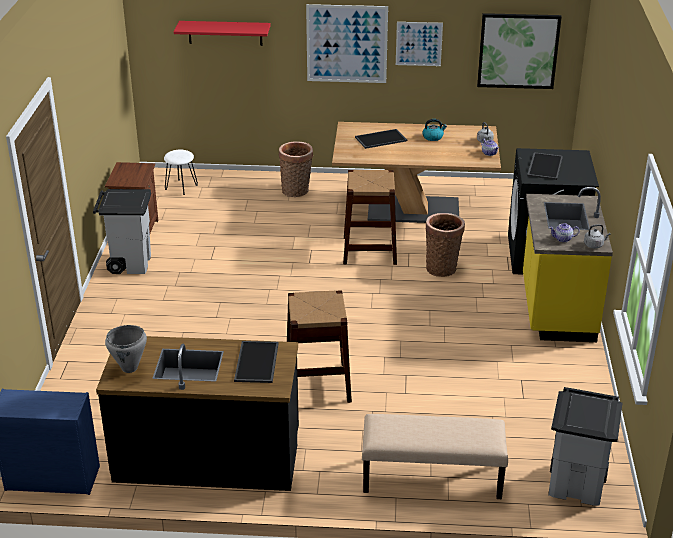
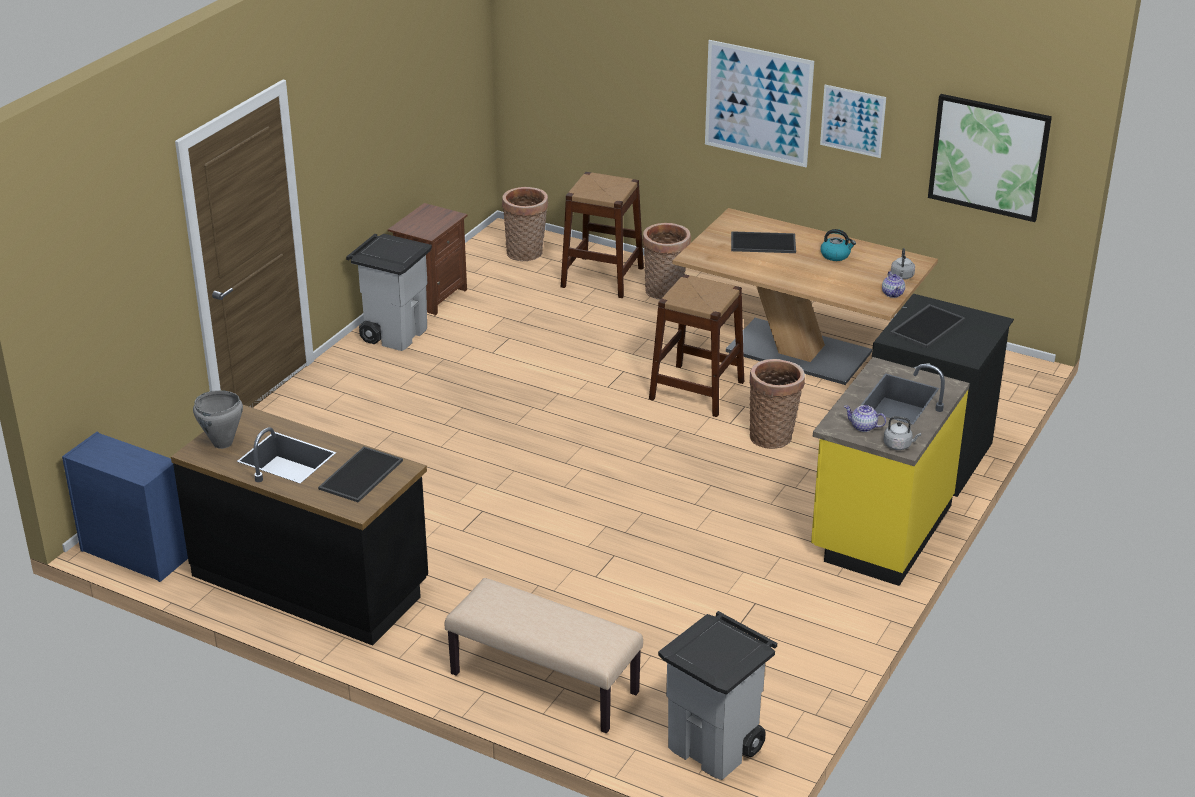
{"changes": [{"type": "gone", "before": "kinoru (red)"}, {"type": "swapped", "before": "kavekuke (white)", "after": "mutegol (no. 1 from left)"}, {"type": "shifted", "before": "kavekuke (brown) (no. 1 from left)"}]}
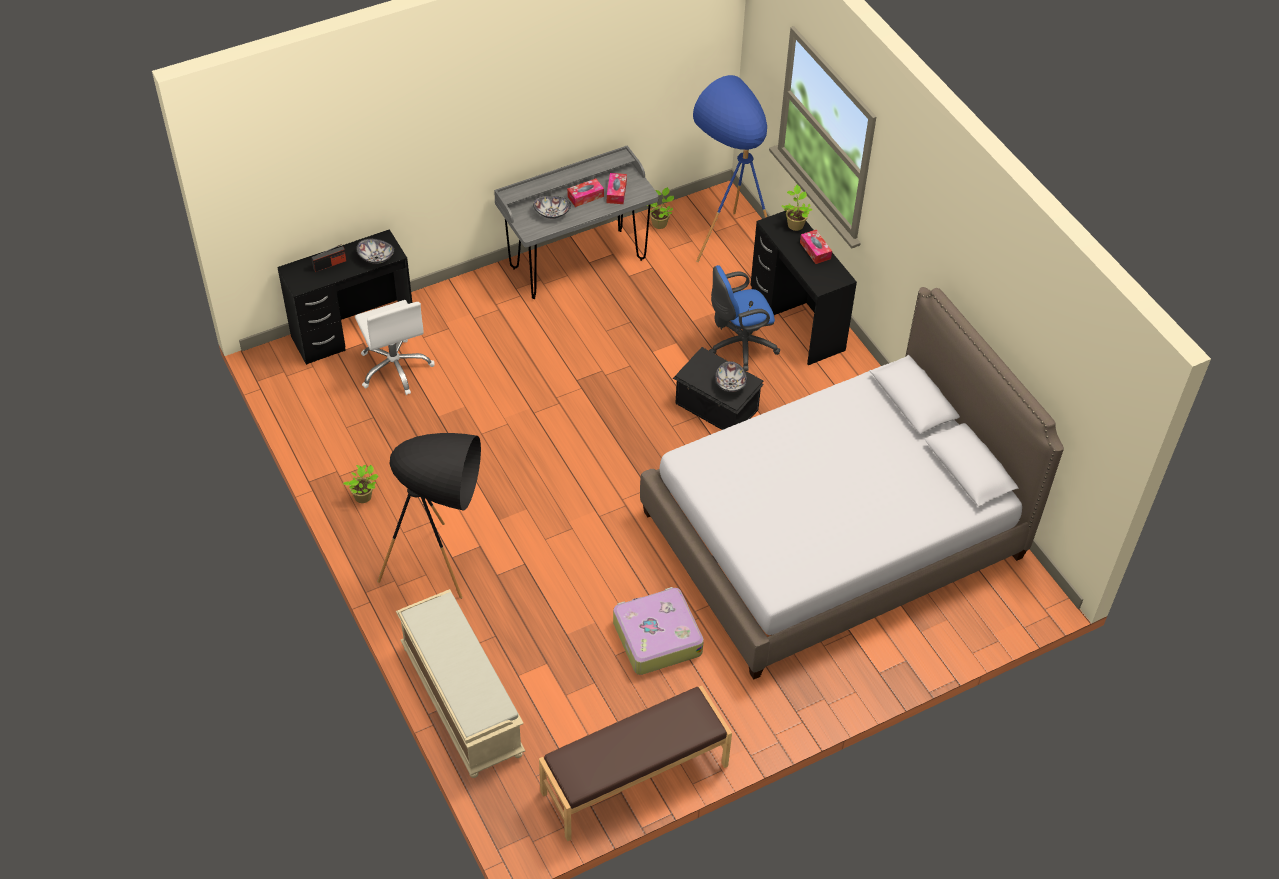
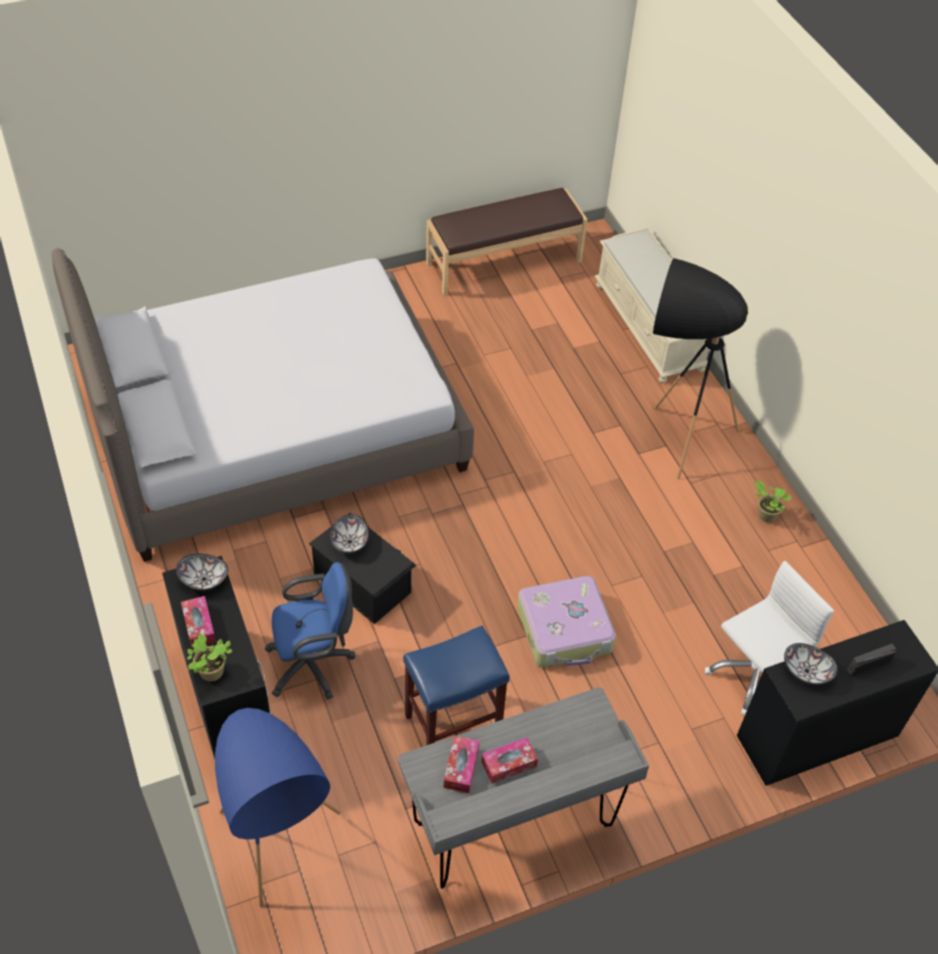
{"changes": [{"type": "gone", "before": "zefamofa (no. 2 from left)"}, {"type": "shifted", "before": "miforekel (no. 2 from left in the first image)", "after": "miforekel (no. 1 from left)"}, {"type": "rotated", "before": "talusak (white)", "turn": 75}, {"type": "shifted", "before": "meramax"}, {"type": "new", "after": "kavekuke (blue)"}]}
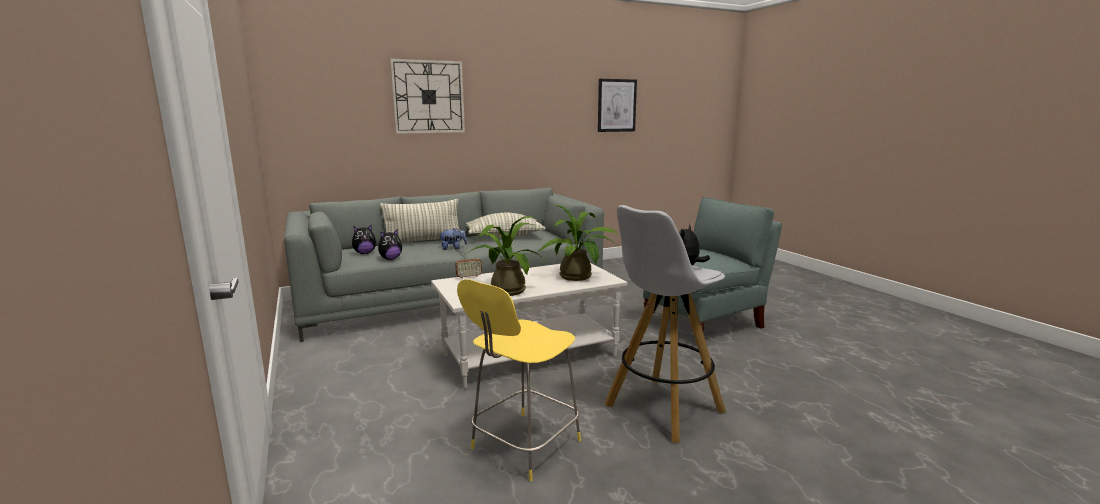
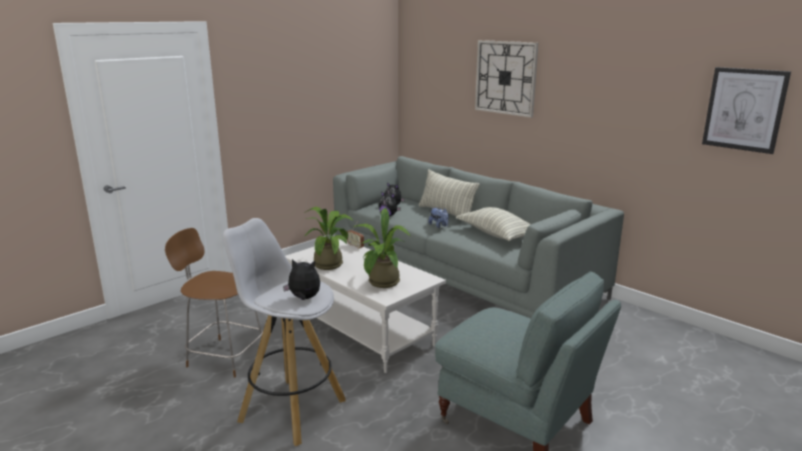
{"changes": [{"type": "repainted", "before": "kavekuke (yellow)", "after": "kavekuke (brown)"}]}
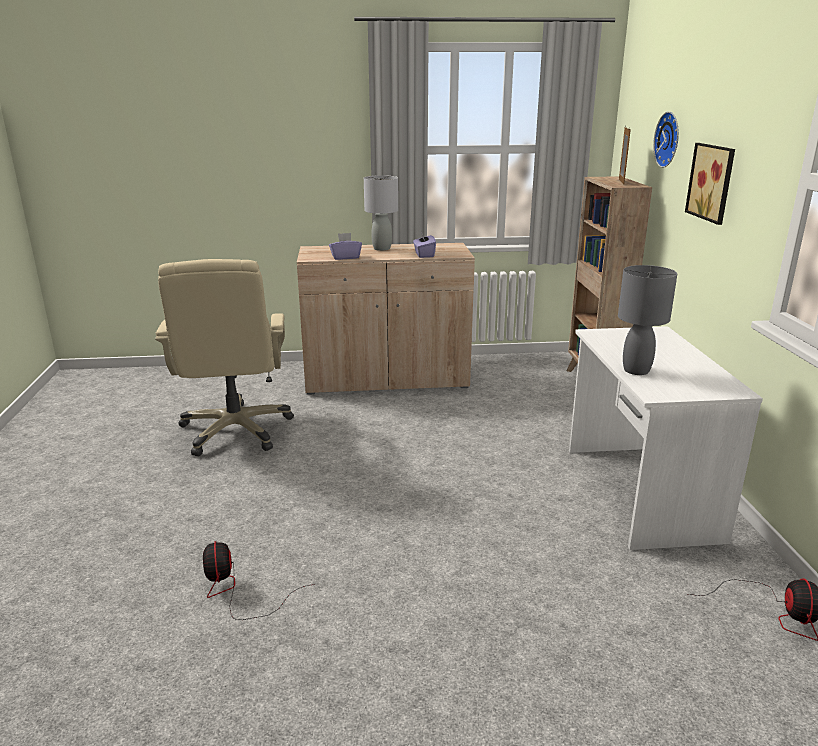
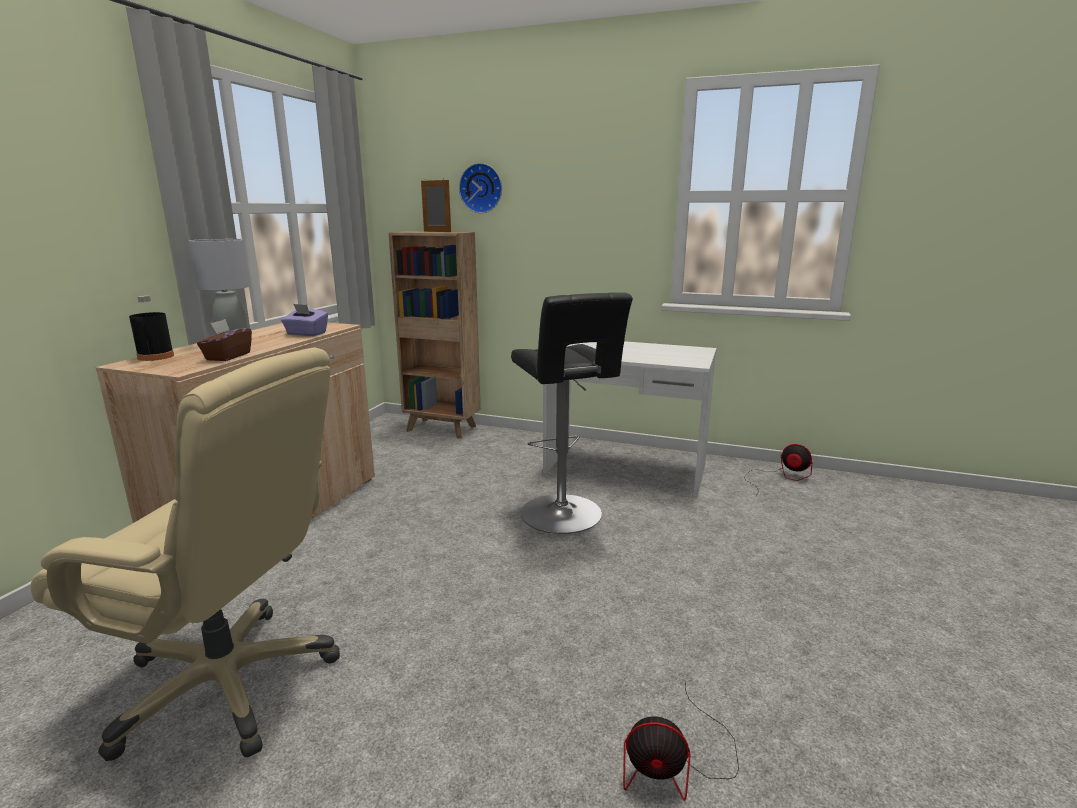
{"changes": [{"type": "gone", "before": "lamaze"}, {"type": "repainted", "before": "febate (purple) (no. 1 from left)", "after": "febate (brown)"}, {"type": "gone", "before": "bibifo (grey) (no. 2 from left)"}, {"type": "new", "after": "kavekuke (black)"}, {"type": "new", "after": "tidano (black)"}]}
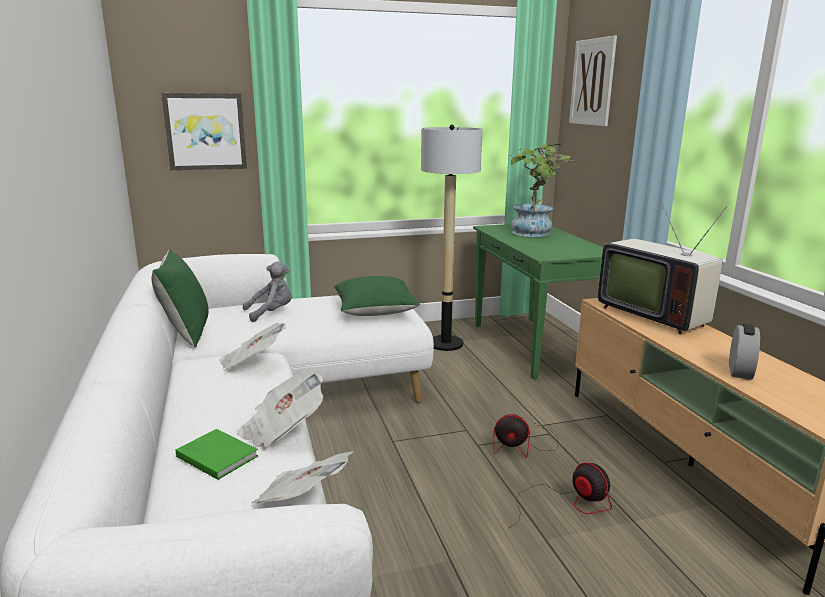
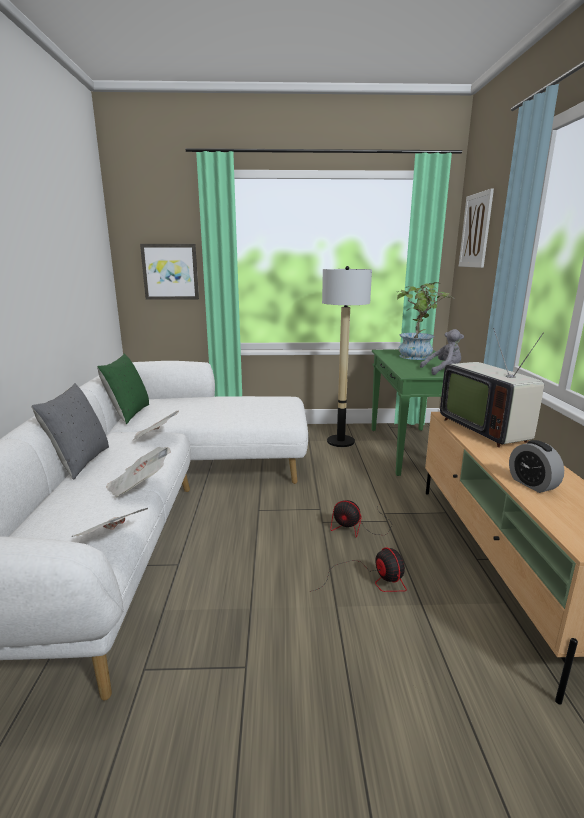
{"changes": [{"type": "shifted", "before": "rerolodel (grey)"}, {"type": "gone", "before": "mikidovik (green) (no. 2 from left)"}, {"type": "rotated", "before": "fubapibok", "turn": 120}, {"type": "gone", "before": "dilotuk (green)"}, {"type": "new", "after": "mikidovik (grey)"}]}
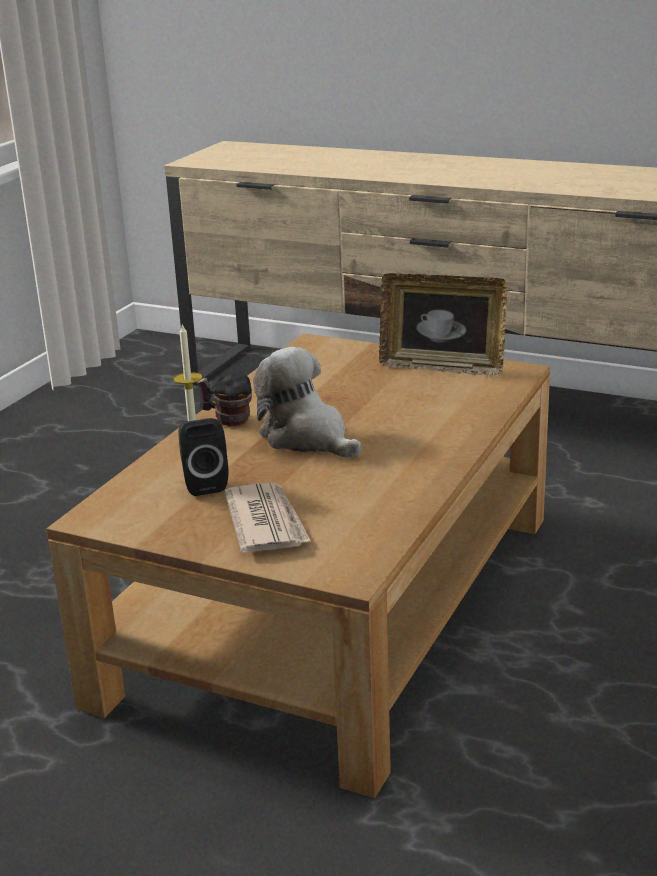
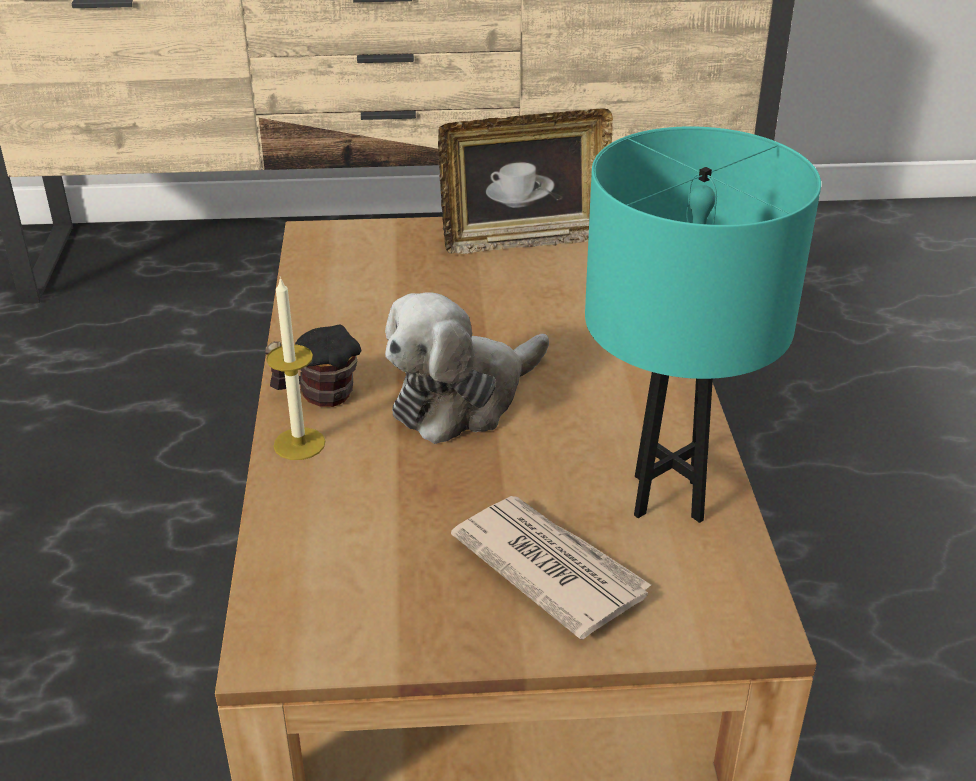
{"changes": [{"type": "rotated", "before": "rerolodel", "turn": -60}, {"type": "gone", "before": "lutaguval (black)"}, {"type": "new", "after": "bibifo (turquoise)"}]}
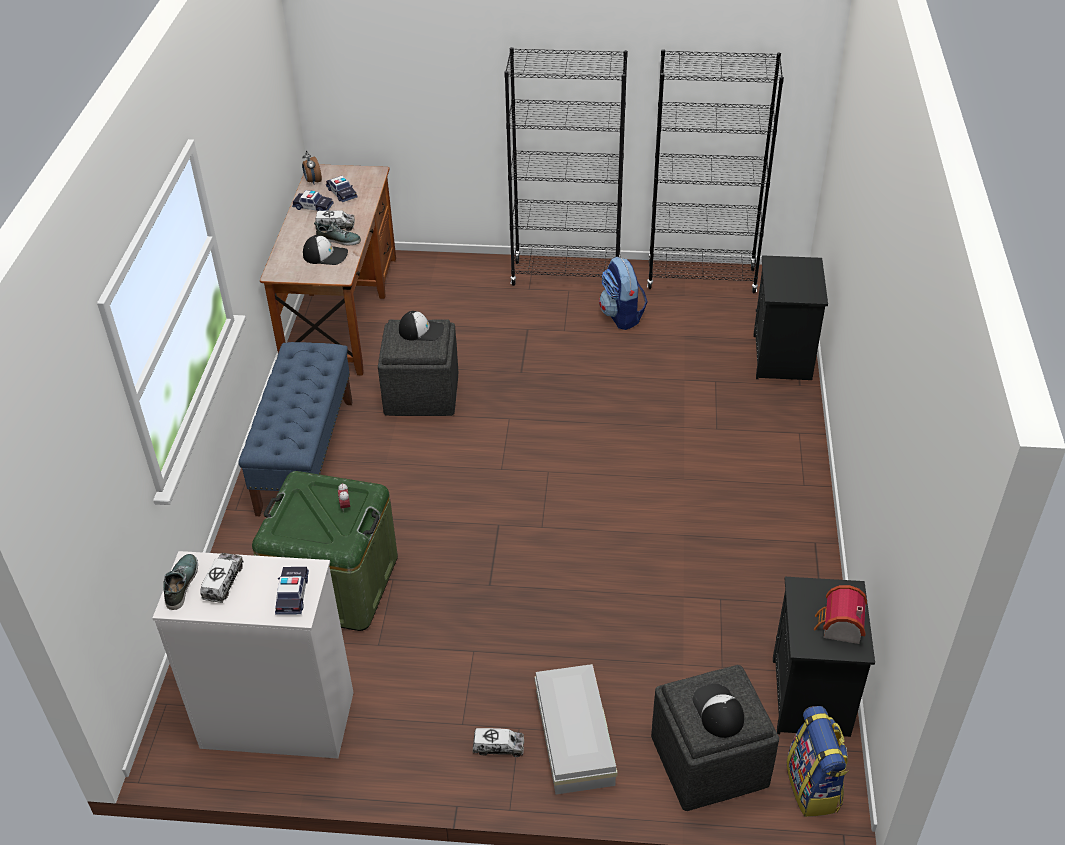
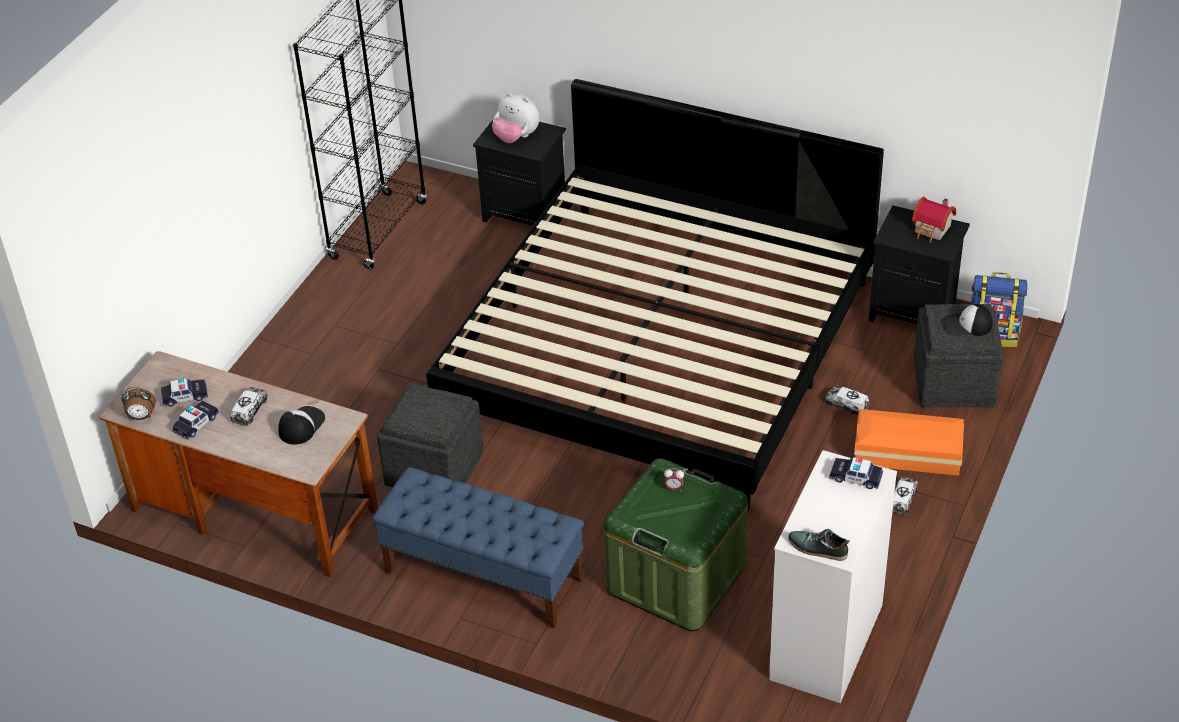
{"changes": [{"type": "gone", "before": "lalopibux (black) (no. 1 from left)"}, {"type": "gone", "before": "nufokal (no. 2 from left)"}, {"type": "gone", "before": "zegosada (no. 1 from left)"}, {"type": "gone", "before": "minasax (no. 2 from left)"}, {"type": "shifted", "before": "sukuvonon (no. 1 from left in the first image)", "after": "sukuvonon (no. 2 from left)"}, {"type": "repainted", "before": "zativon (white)", "after": "zativon (orange)"}, {"type": "new", "after": "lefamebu"}, {"type": "new", "after": "rerolodel"}]}
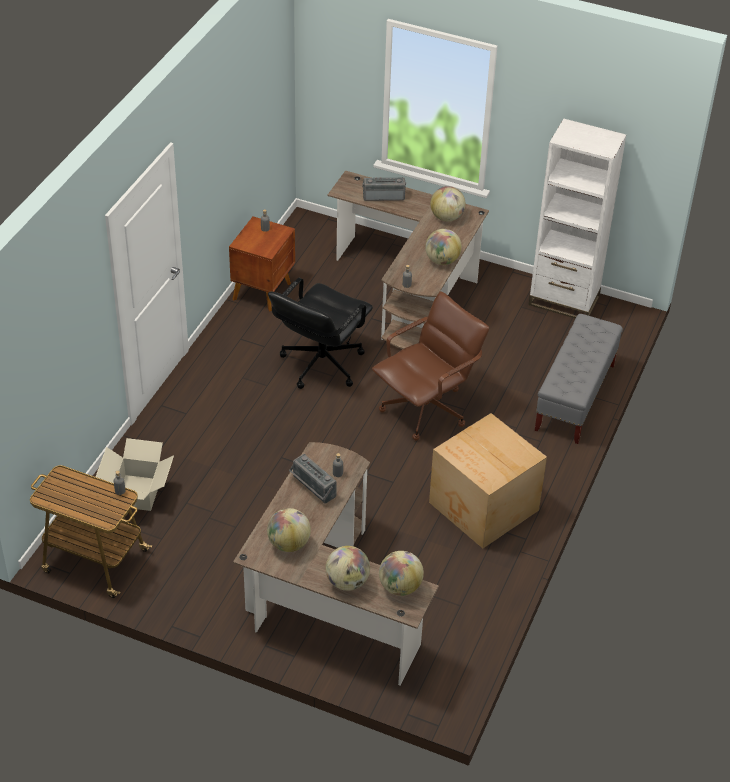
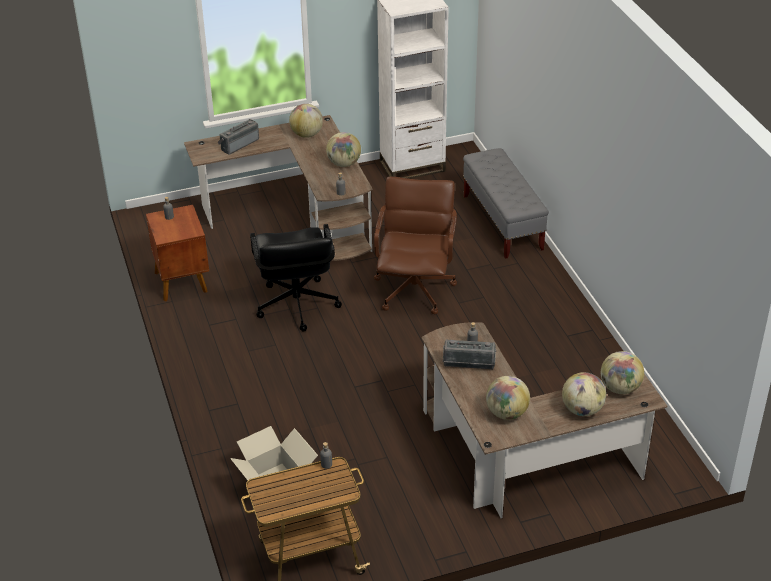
{"changes": [{"type": "gone", "before": "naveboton (no. 2 from left)"}]}
